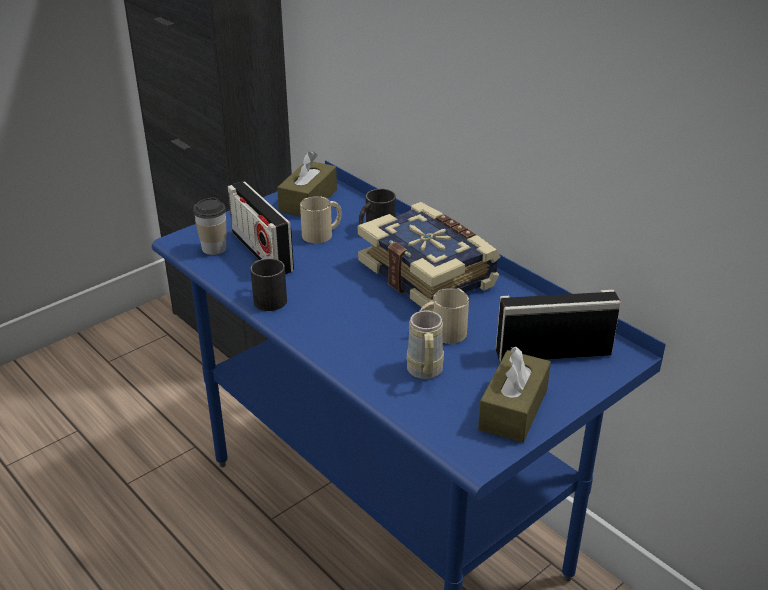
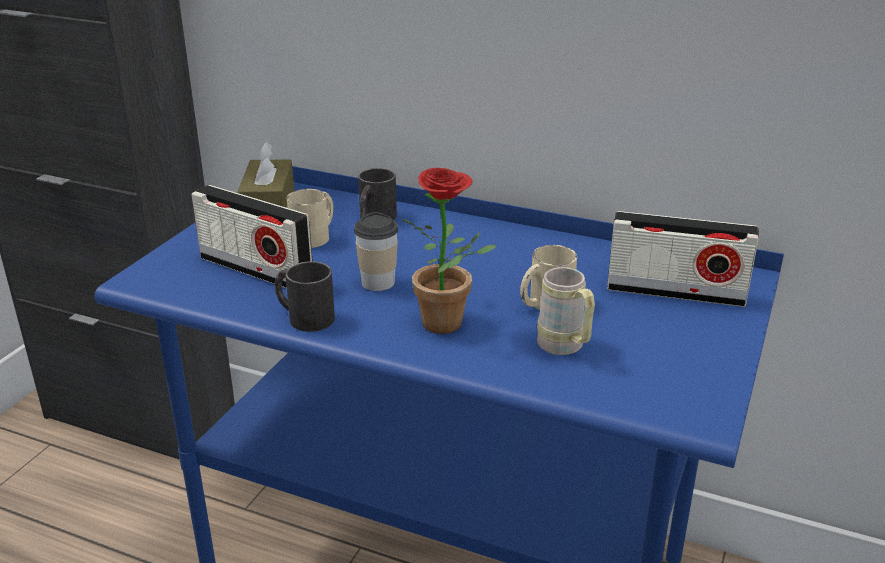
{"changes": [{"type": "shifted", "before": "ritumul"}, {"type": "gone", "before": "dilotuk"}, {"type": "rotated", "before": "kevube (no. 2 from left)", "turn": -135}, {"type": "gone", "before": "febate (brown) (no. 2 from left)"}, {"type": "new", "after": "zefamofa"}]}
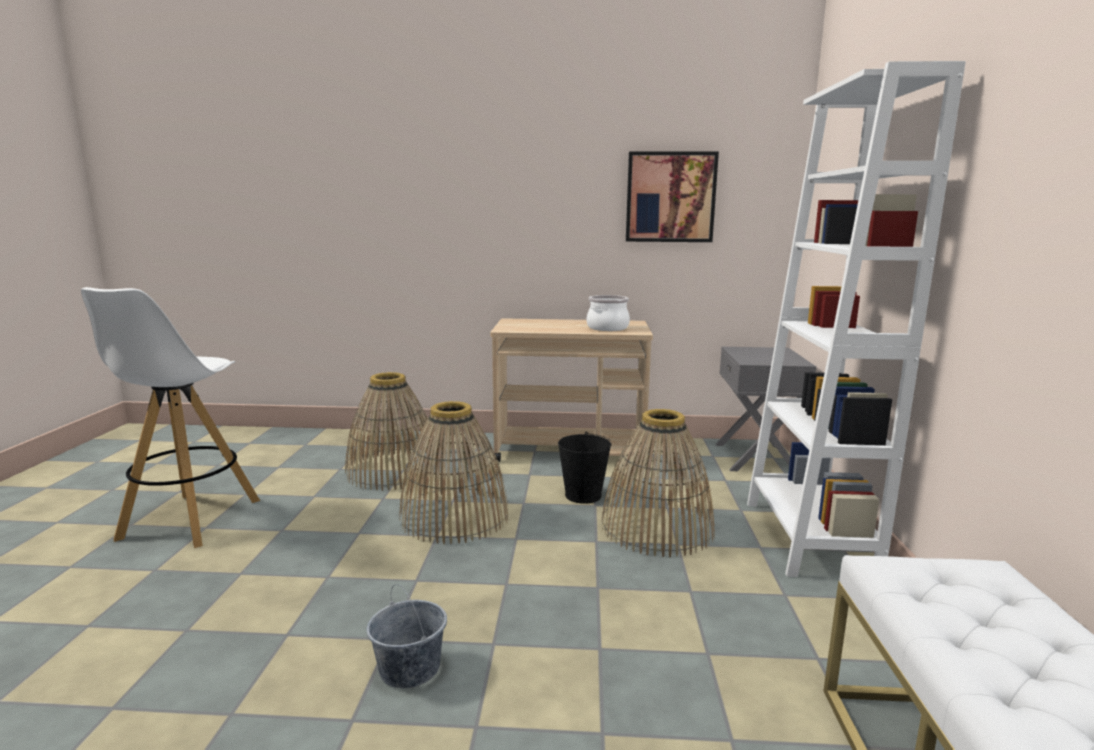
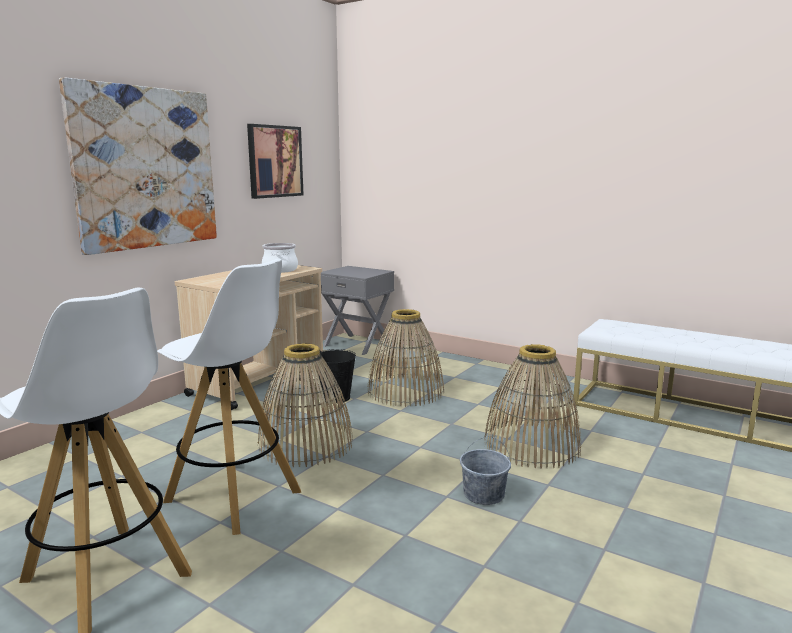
{"changes": [{"type": "gone", "before": "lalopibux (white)"}, {"type": "shifted", "before": "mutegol (no. 1 from left in the first image)", "after": "mutegol (no. 3 from left)"}, {"type": "new", "after": "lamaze (no. 1 from left)"}, {"type": "new", "after": "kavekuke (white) (no. 2 from left)"}]}
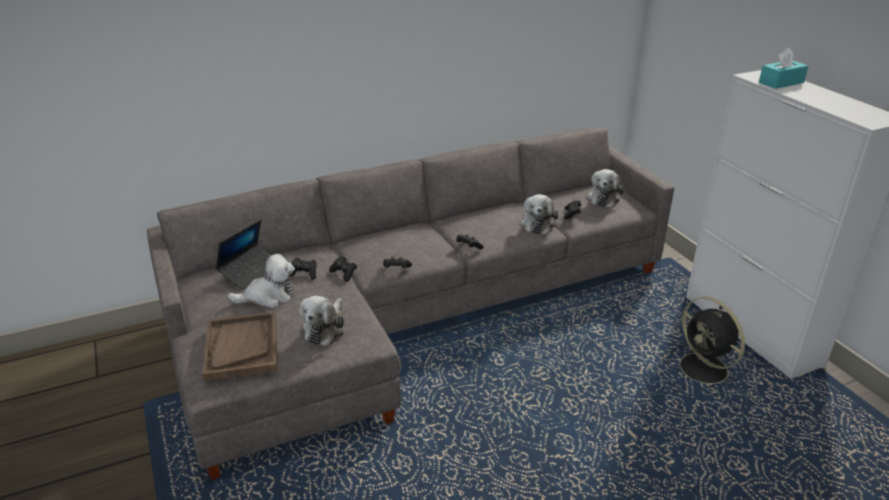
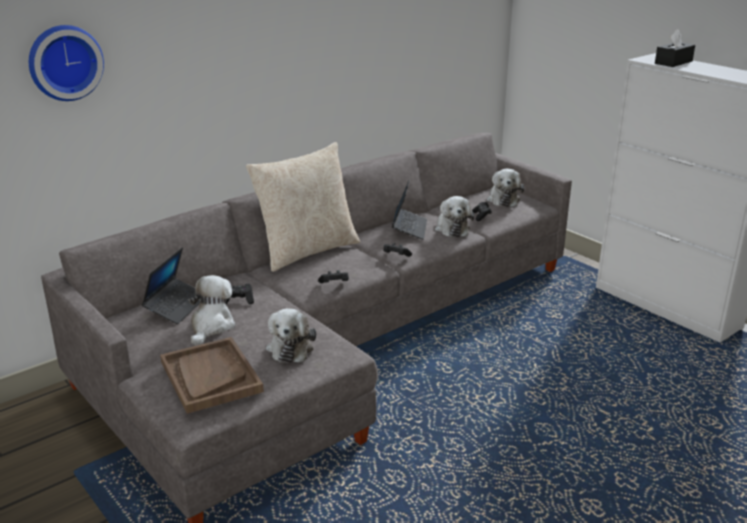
{"changes": [{"type": "repainted", "before": "febate (turquoise)", "after": "febate (black)"}, {"type": "rotated", "before": "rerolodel (no. 1 from left)", "turn": -45}, {"type": "gone", "before": "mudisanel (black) (no. 2 from left)"}, {"type": "gone", "before": "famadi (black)"}, {"type": "new", "after": "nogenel"}, {"type": "new", "after": "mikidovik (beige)"}, {"type": "new", "after": "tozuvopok (no. 2 from left)"}]}
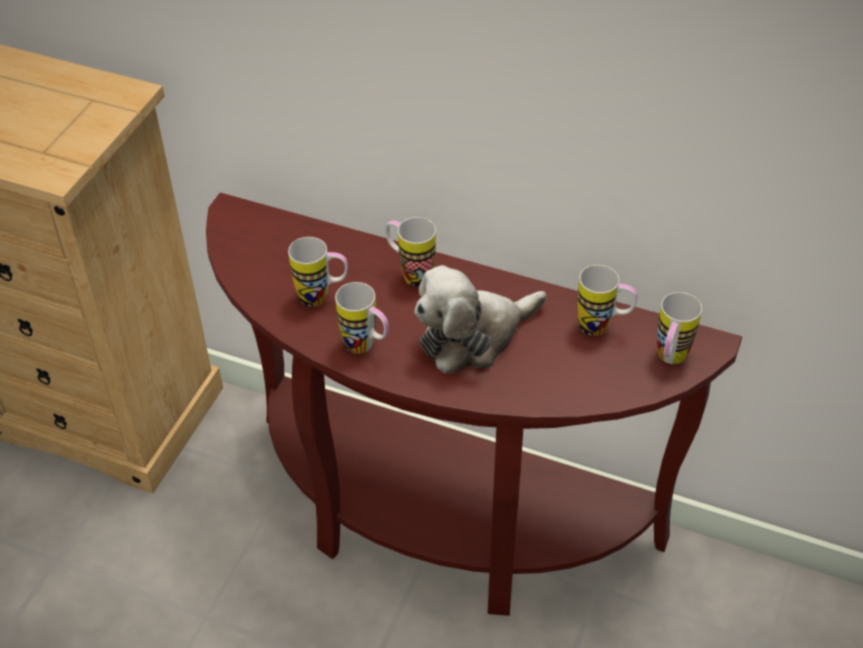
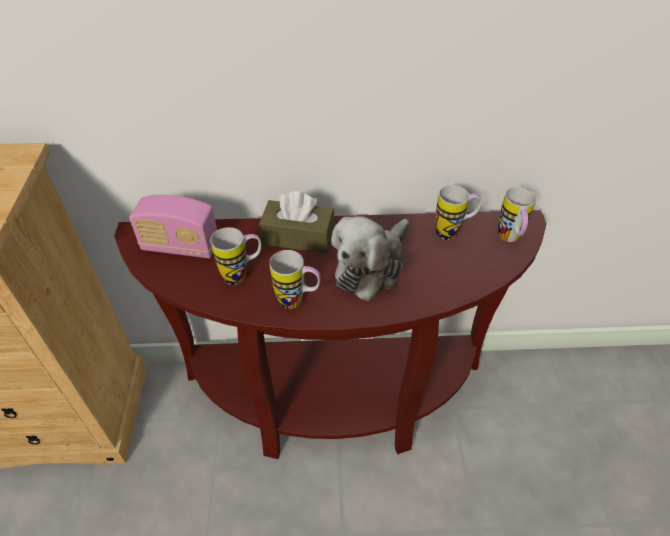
{"changes": [{"type": "swapped", "before": "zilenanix (no. 3 from left)", "after": "febate (brown)"}, {"type": "new", "after": "kevube"}]}
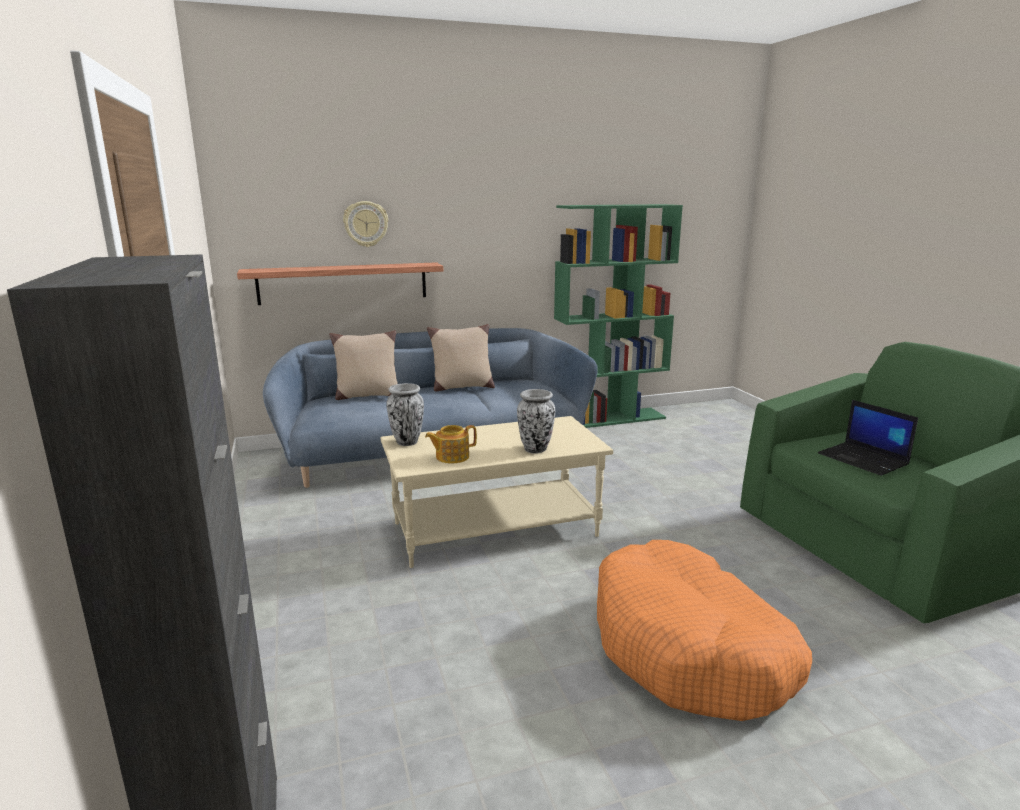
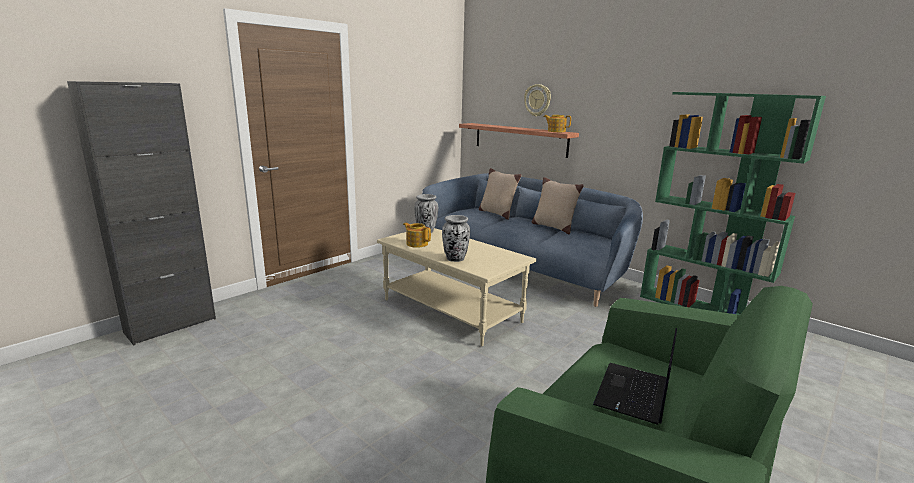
{"changes": [{"type": "gone", "before": "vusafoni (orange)"}, {"type": "new", "after": "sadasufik (no. 2 from left)"}]}
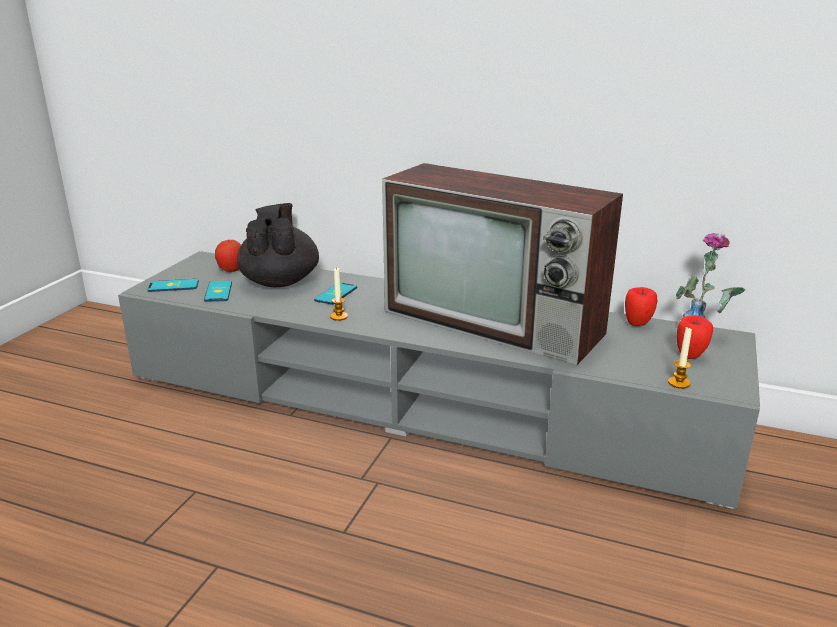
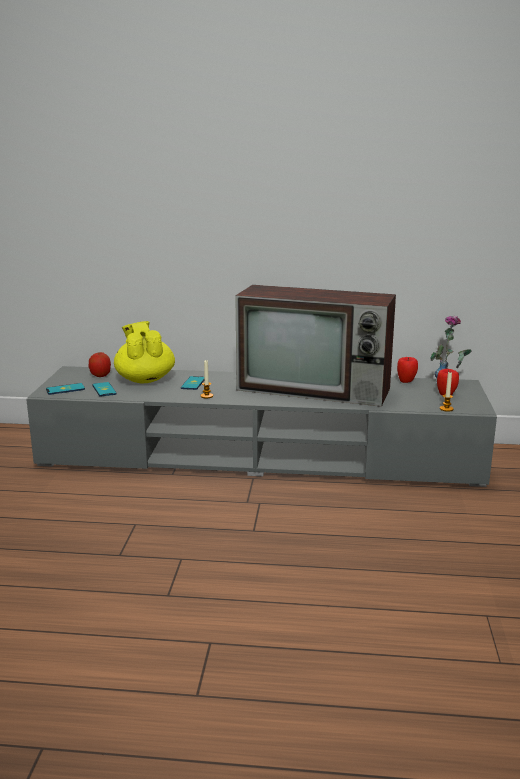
{"changes": [{"type": "repainted", "before": "sadasufik (black)", "after": "sadasufik (yellow)"}]}
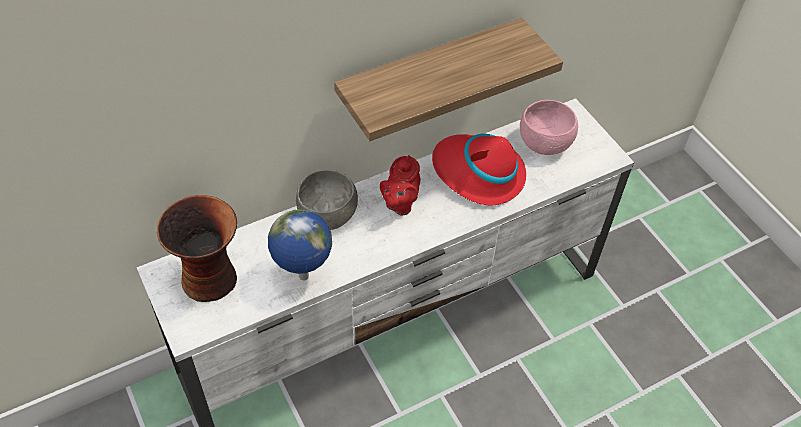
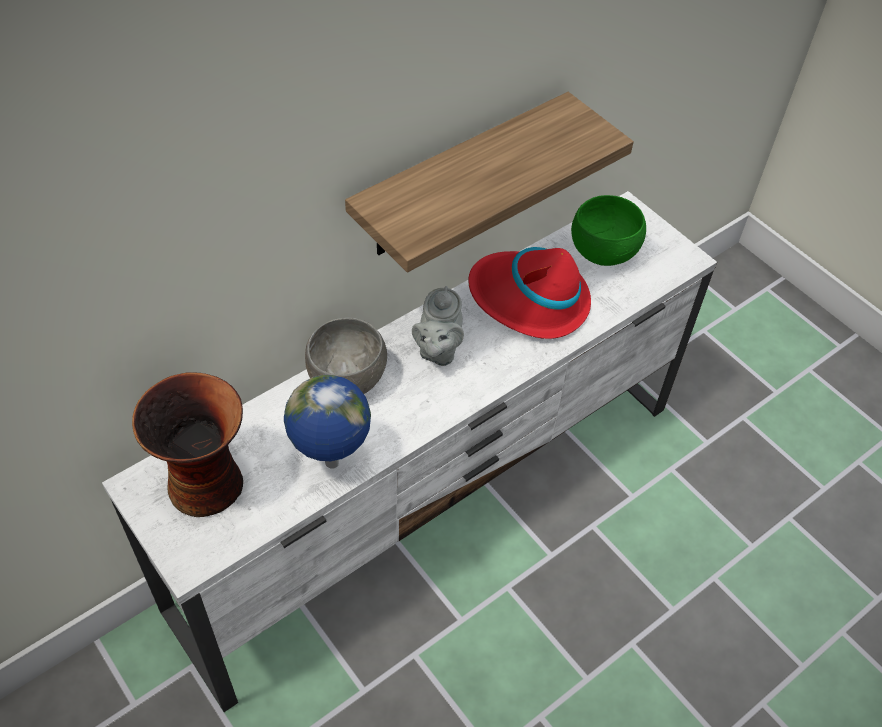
{"changes": [{"type": "repainted", "before": "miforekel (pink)", "after": "miforekel (green)"}, {"type": "repainted", "before": "sadasufik (red)", "after": "sadasufik (grey)"}]}
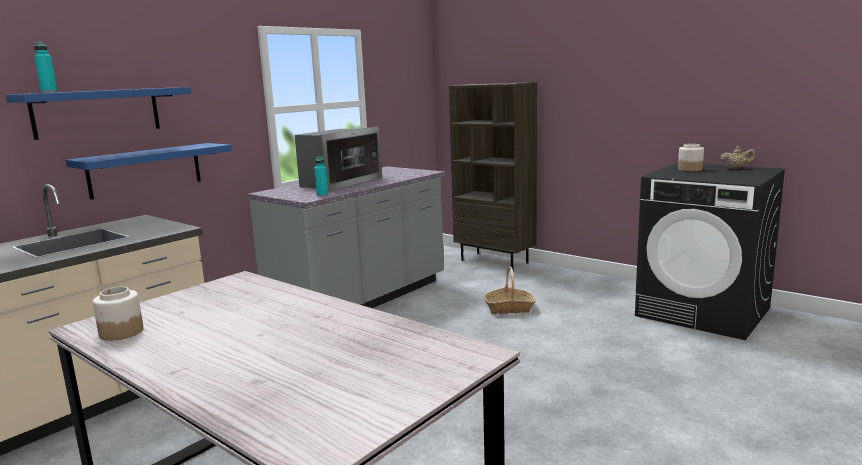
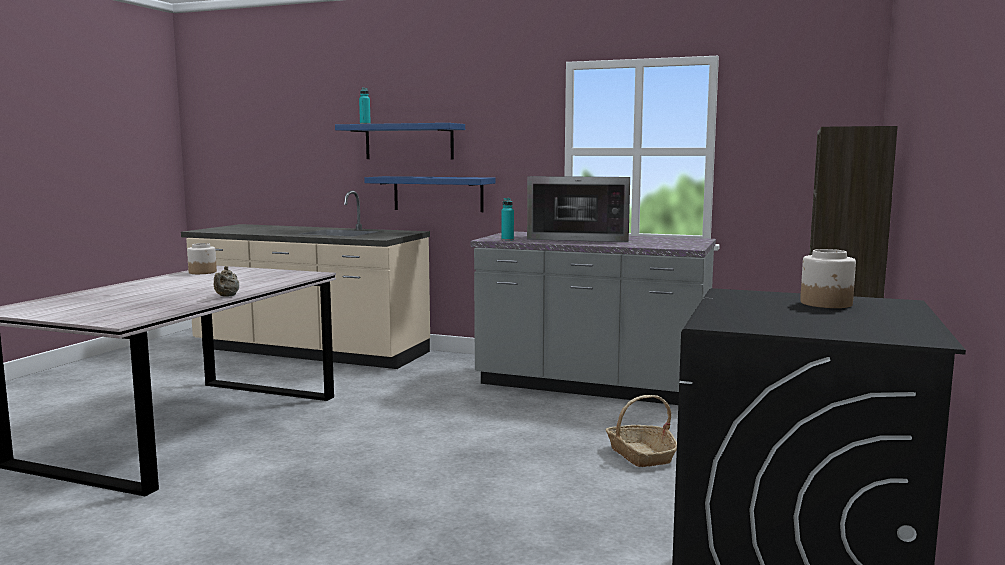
{"changes": [{"type": "shifted", "before": "sadasufik (beige)"}]}
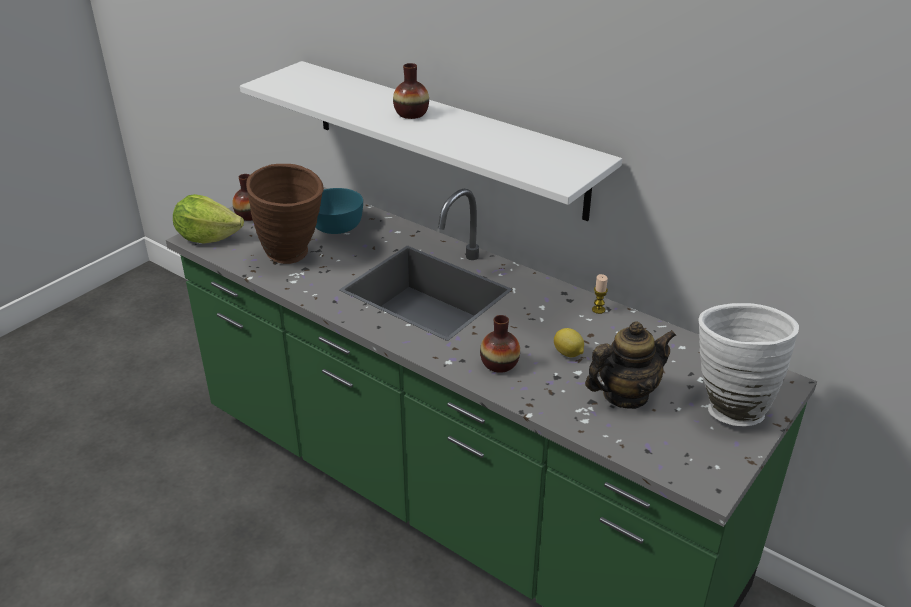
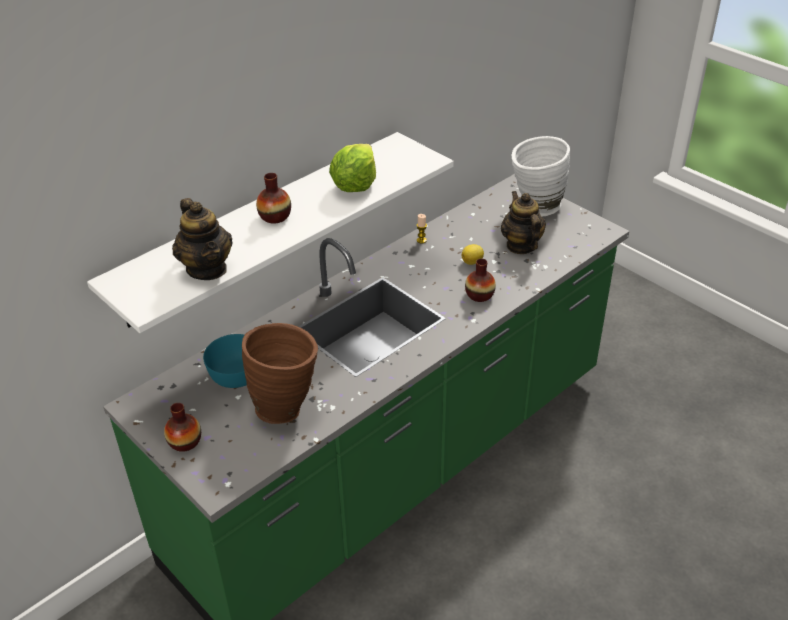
{"changes": [{"type": "shifted", "before": "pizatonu"}, {"type": "new", "after": "sadasufik (no. 1 from left)"}]}
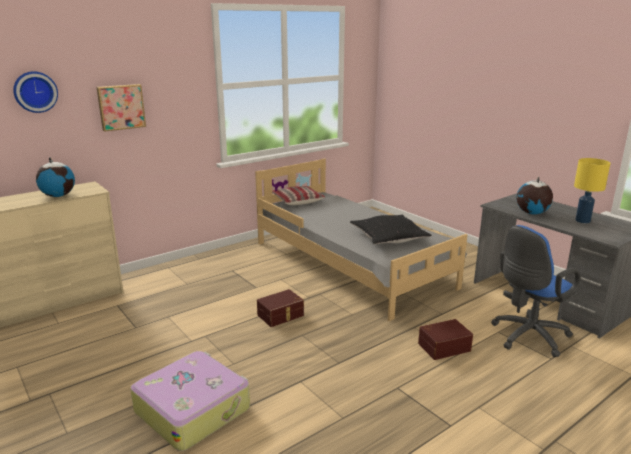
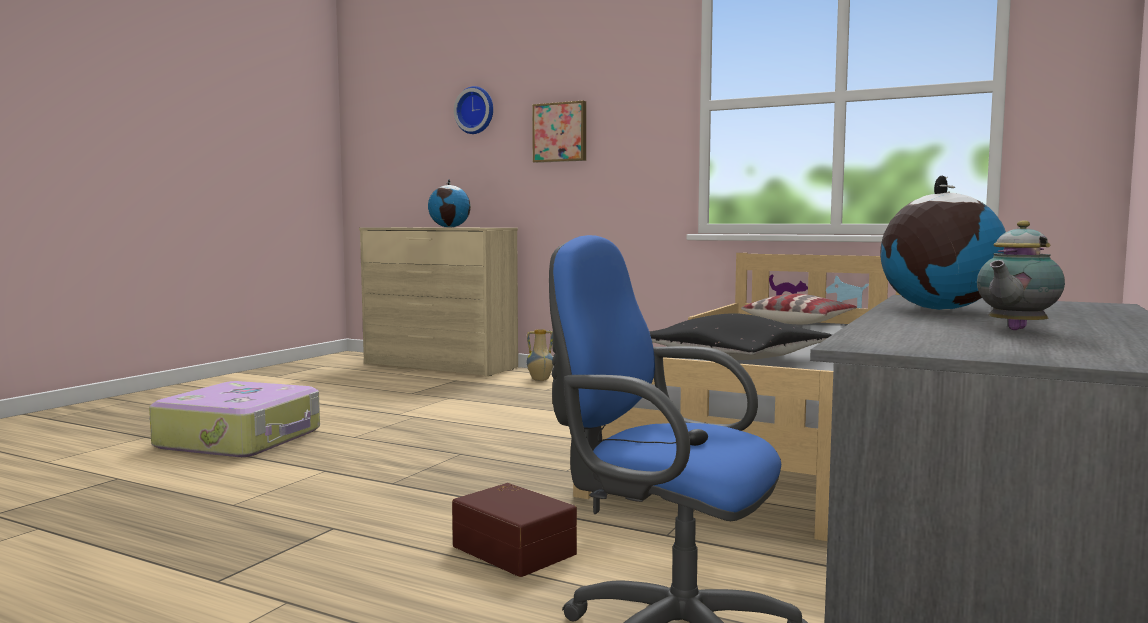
{"changes": [{"type": "swapped", "before": "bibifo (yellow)", "after": "sadasufik"}, {"type": "gone", "before": "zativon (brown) (no. 1 from left)"}, {"type": "new", "after": "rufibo"}]}
